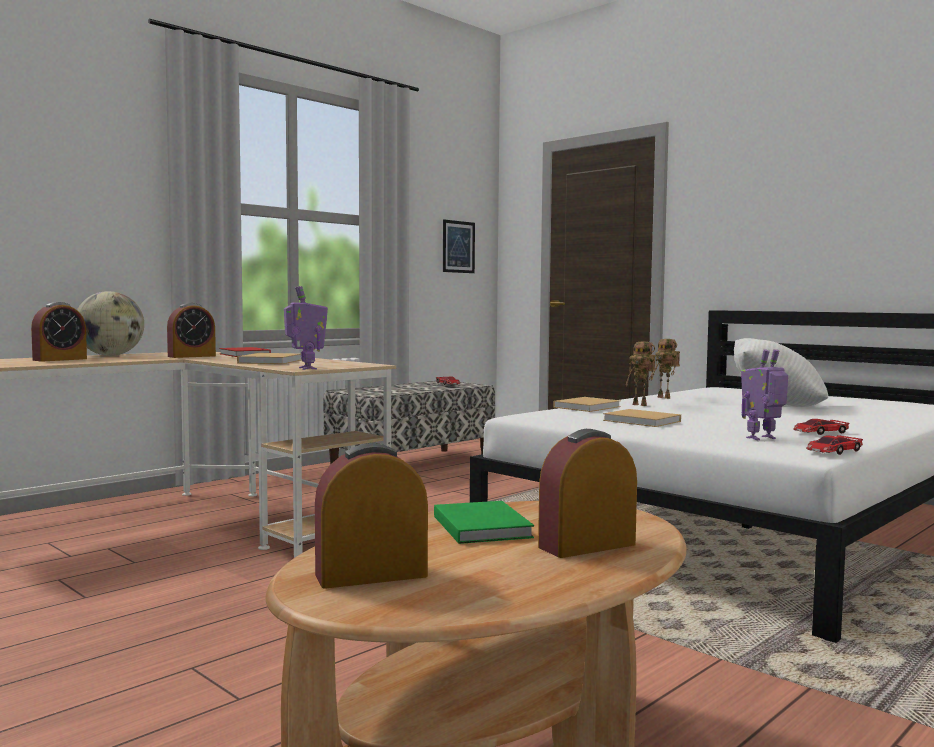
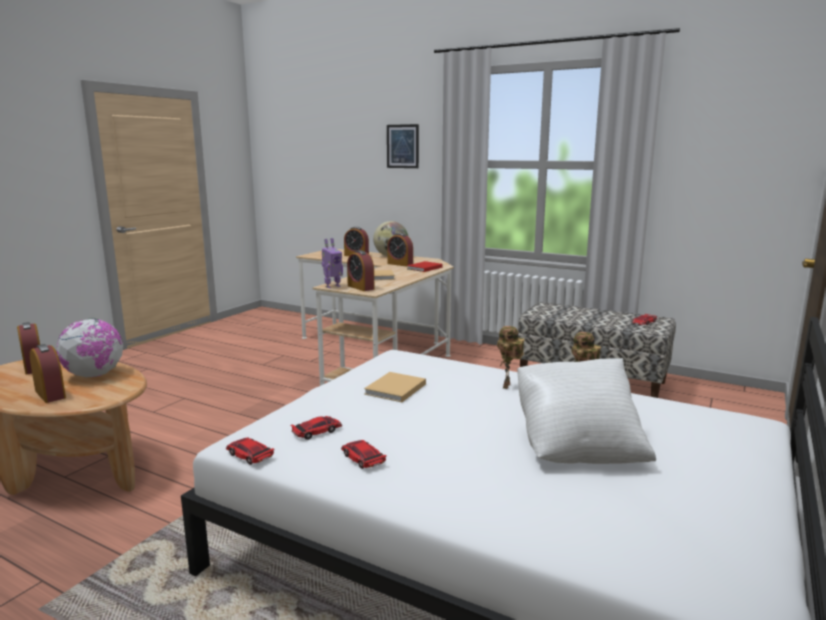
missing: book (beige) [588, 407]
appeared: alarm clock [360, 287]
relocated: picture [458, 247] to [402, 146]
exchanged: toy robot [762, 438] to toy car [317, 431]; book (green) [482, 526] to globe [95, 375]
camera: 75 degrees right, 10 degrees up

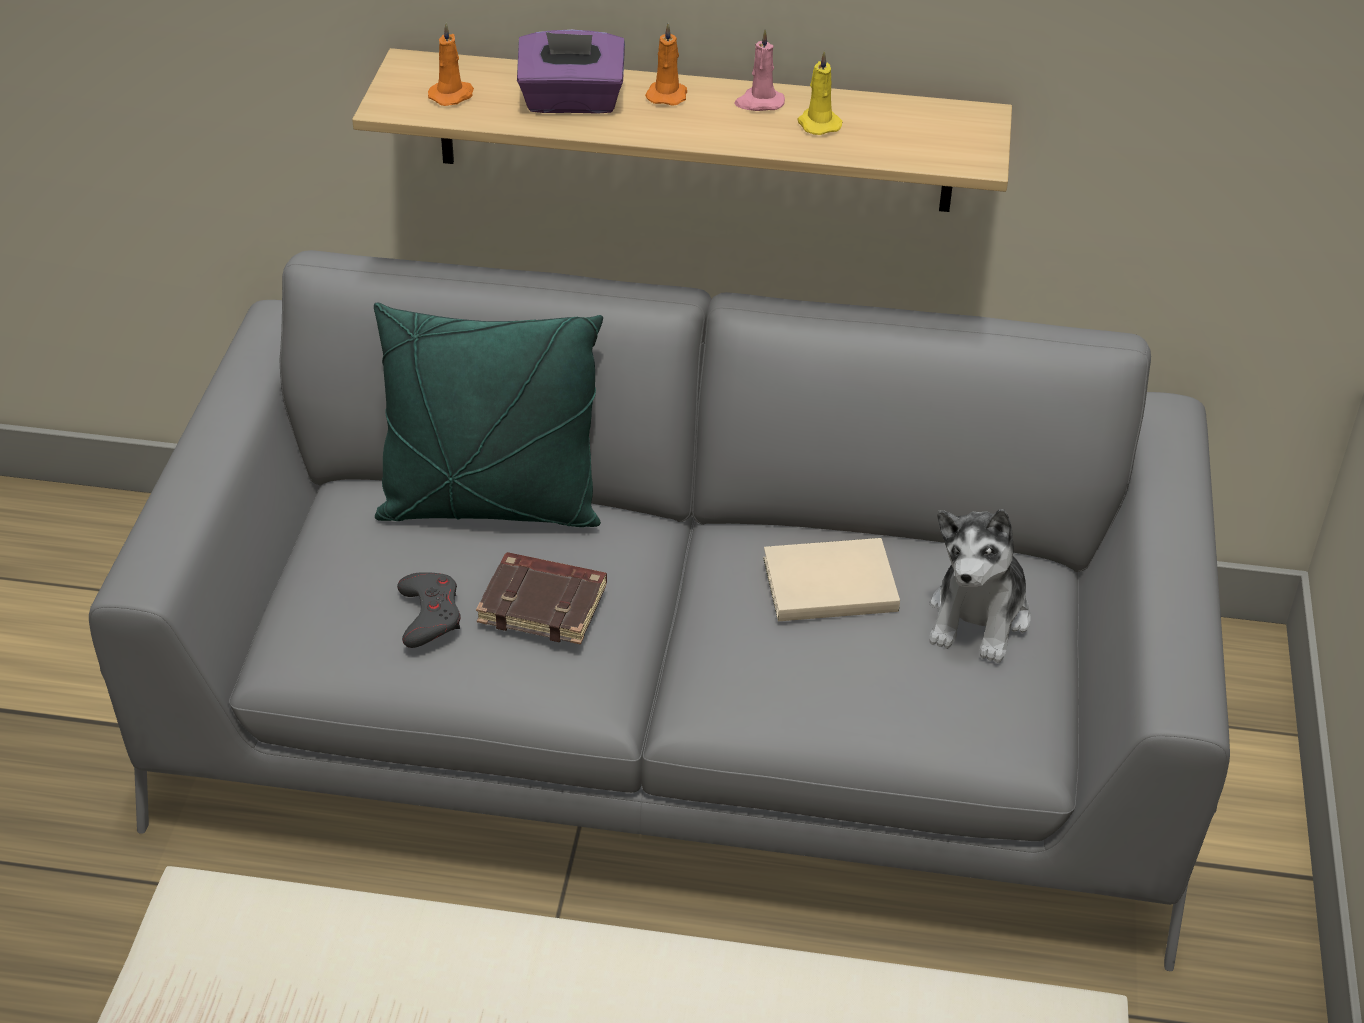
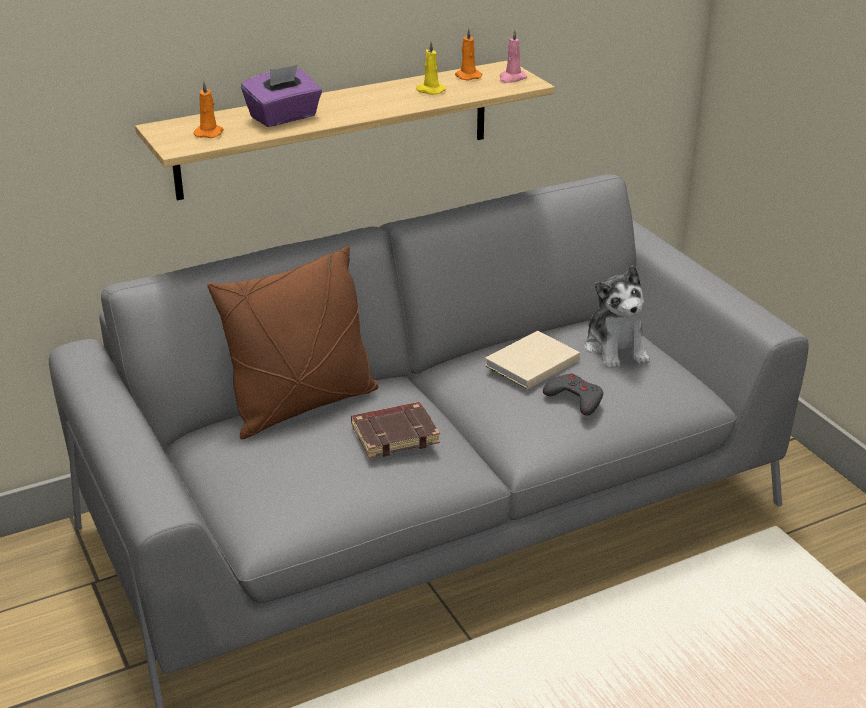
relocated: candle (orange) [667, 95] to [467, 76]; candle (pink) [759, 103] to [512, 78]; game controller (grey) [429, 615] to [575, 398]
colour: pillow (green) [490, 506] to pillow (brown) [302, 406]
camera: 35 degrees left, 10 degrees down

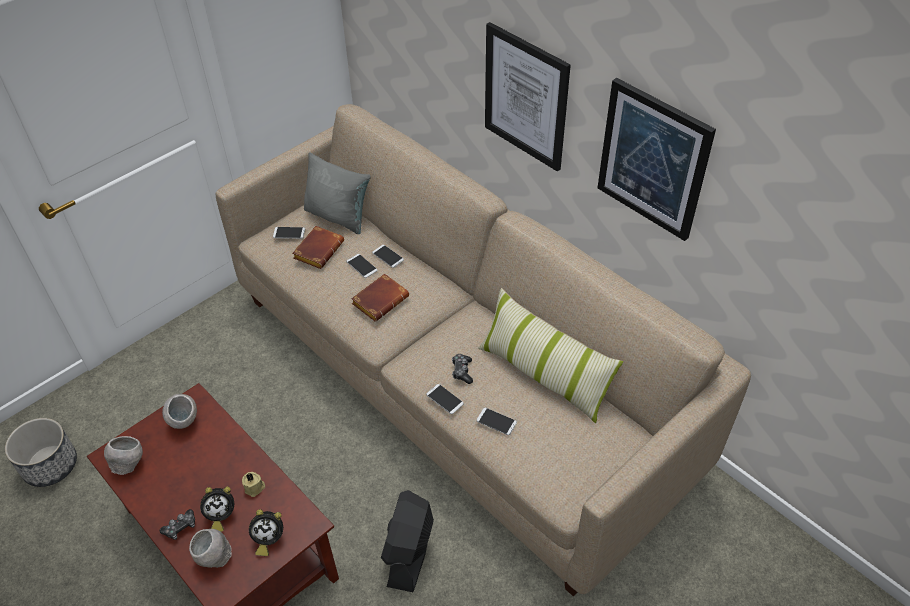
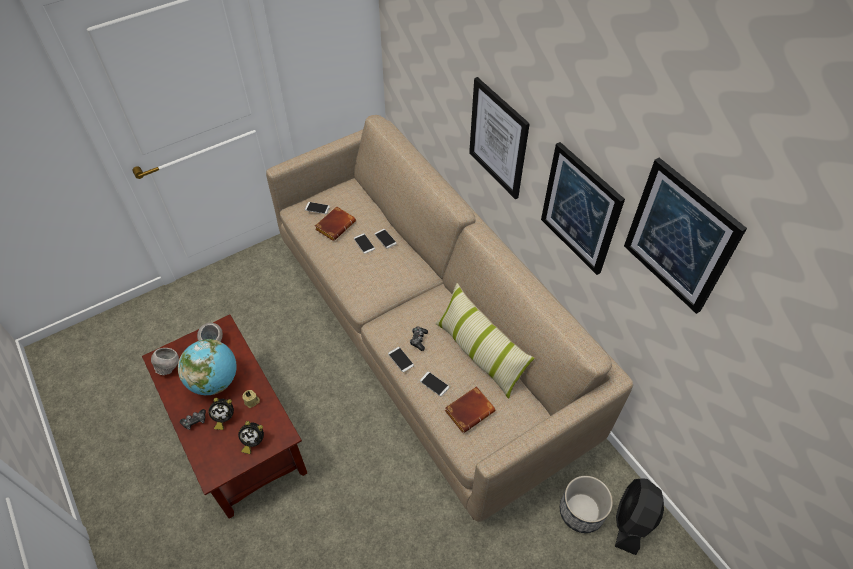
missing: pillow (grey) [338, 216]; bowl (grey) [214, 558]
appeared: picture [680, 236]; globe [215, 381]
relocated: book (brown) [380, 299] to [469, 410]; planter [50, 466] to [581, 512]; fan (black) [410, 552] to [632, 521]
camera: 10 degrees right, 5 degrees up

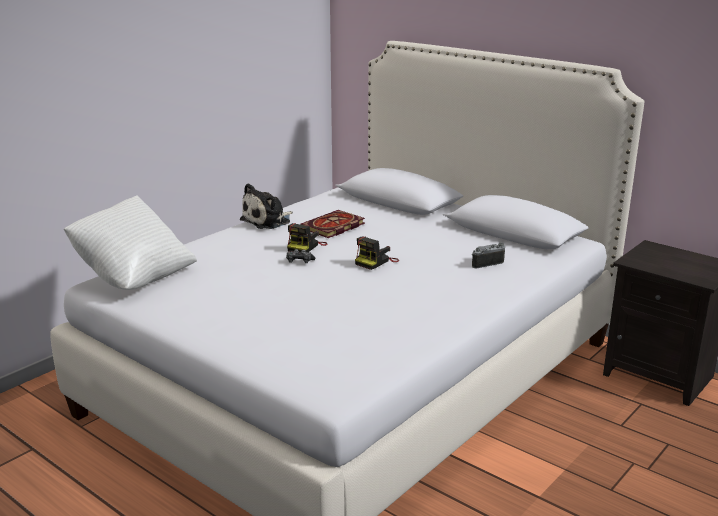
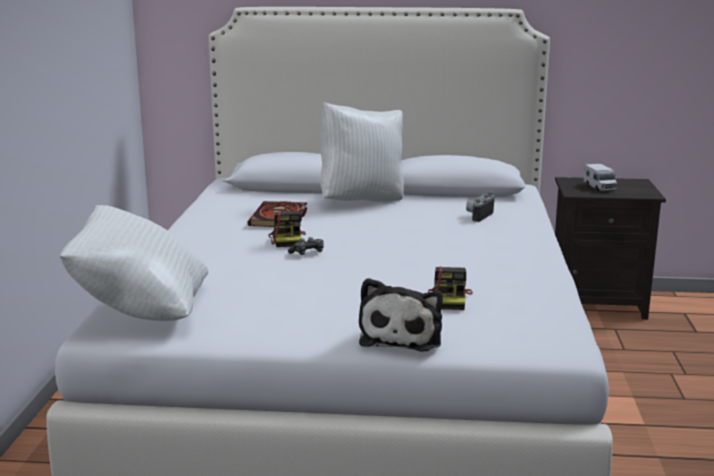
appeared: pillow (white) [362, 201]; toy truck [599, 187]
relocated: plush toy [268, 221] to [402, 336]; photo camera [376, 262] to [449, 300]
camera: 35 degrees left, 5 degrees down

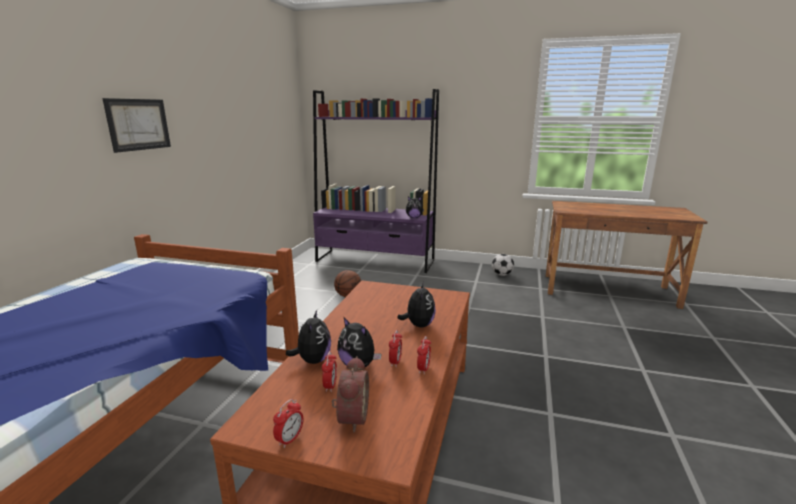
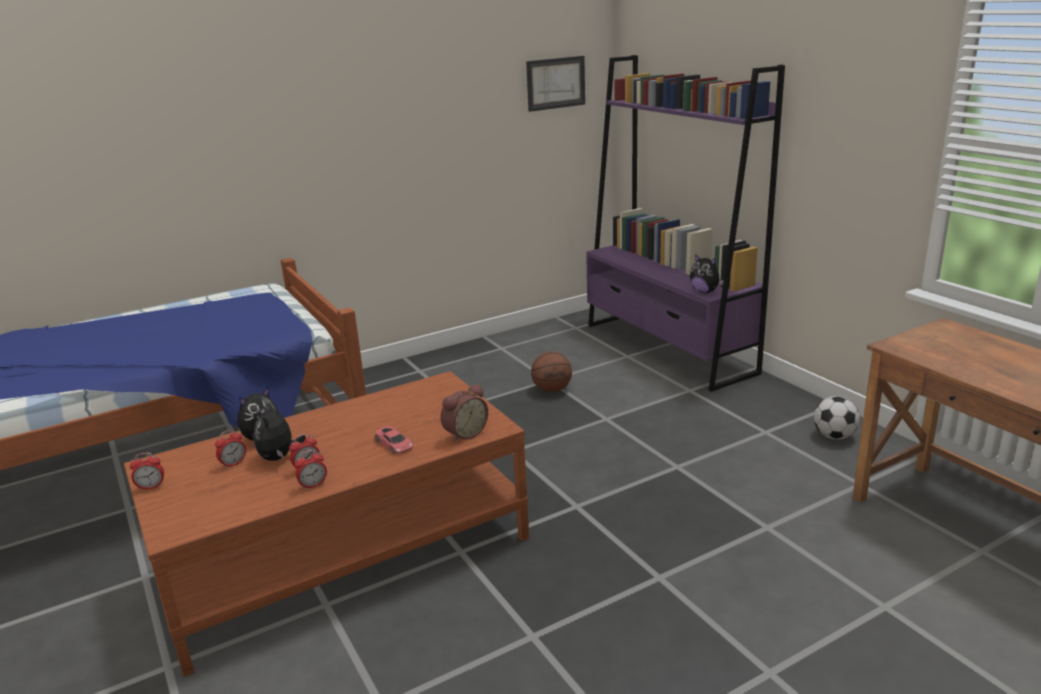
relocated: picture [138, 124] to [555, 83]; alarm clock [351, 417] to [464, 433]
exchanged: plush toy [418, 325] to toy car (red) [394, 444]
camera: 45 degrees right, 5 degrees up

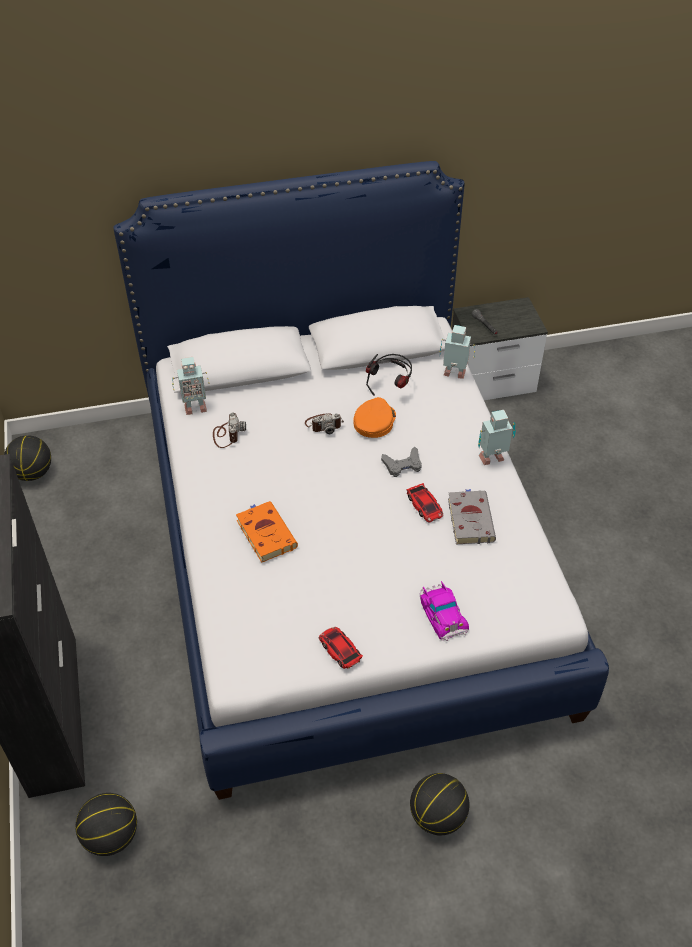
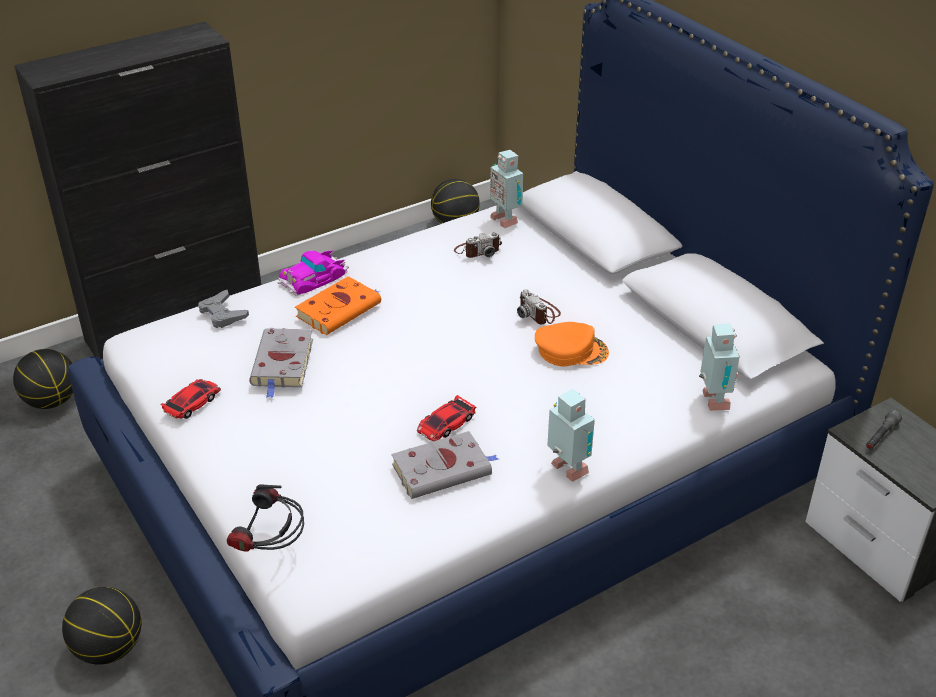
appeared: book (grey) [283, 364]
relocated: headphones [391, 387] to [272, 550]; game controller (grey) [402, 465] to [222, 314]; toy car [442, 613] to [313, 277]
camera: 70 degrees right, 10 degrees down

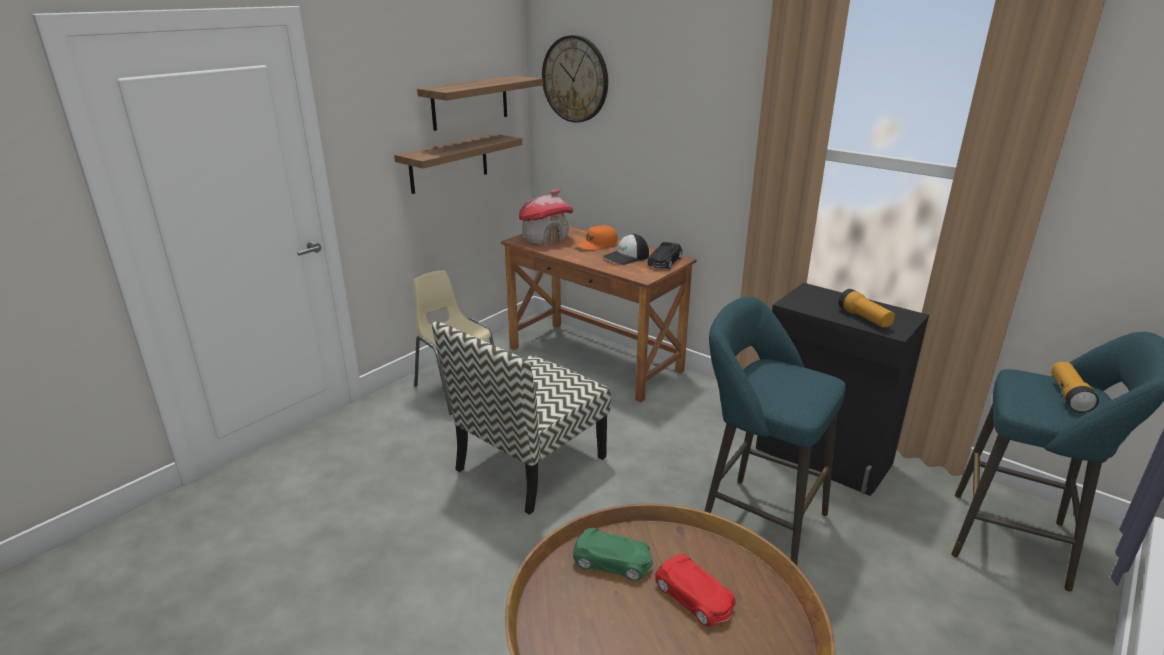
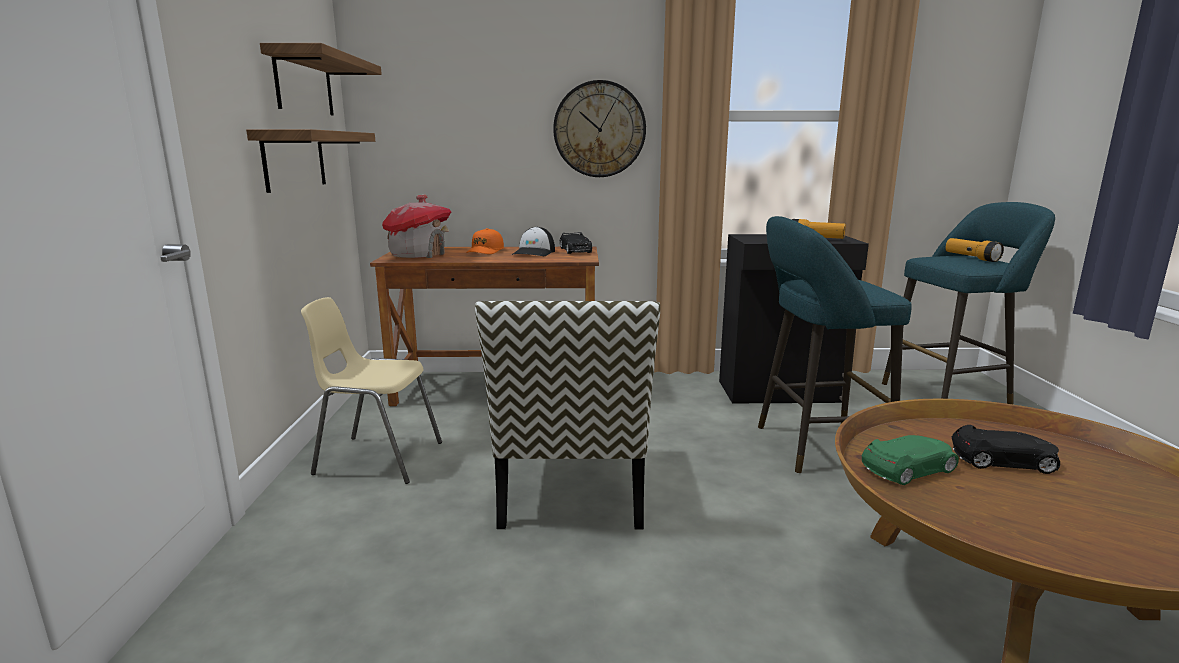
relocated: wall clock [575, 79] to [599, 129]
colour: toy car (red) [694, 597] to toy car (black) [1003, 461]
camera: 40 degrees left, 10 degrees down

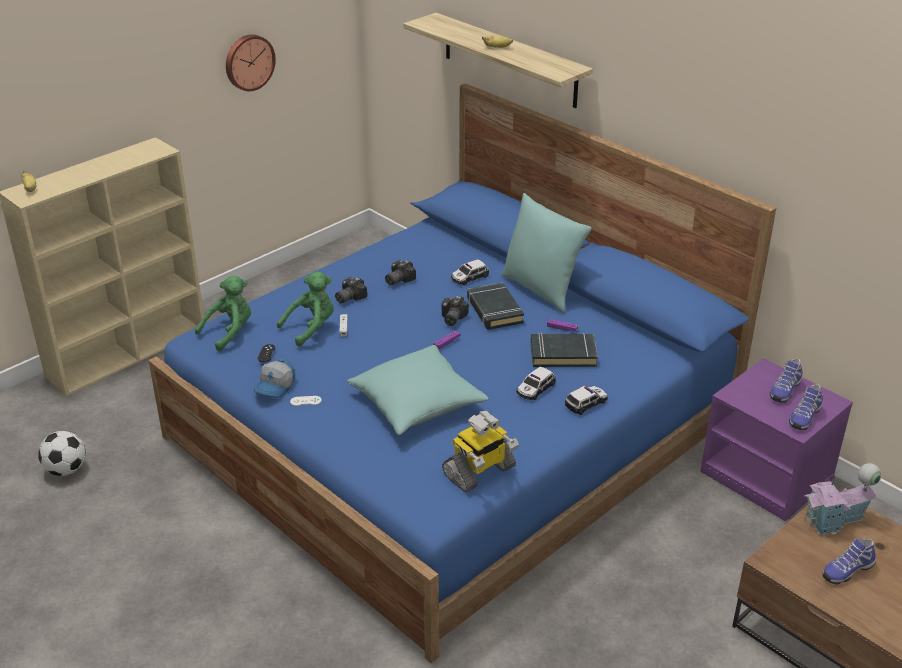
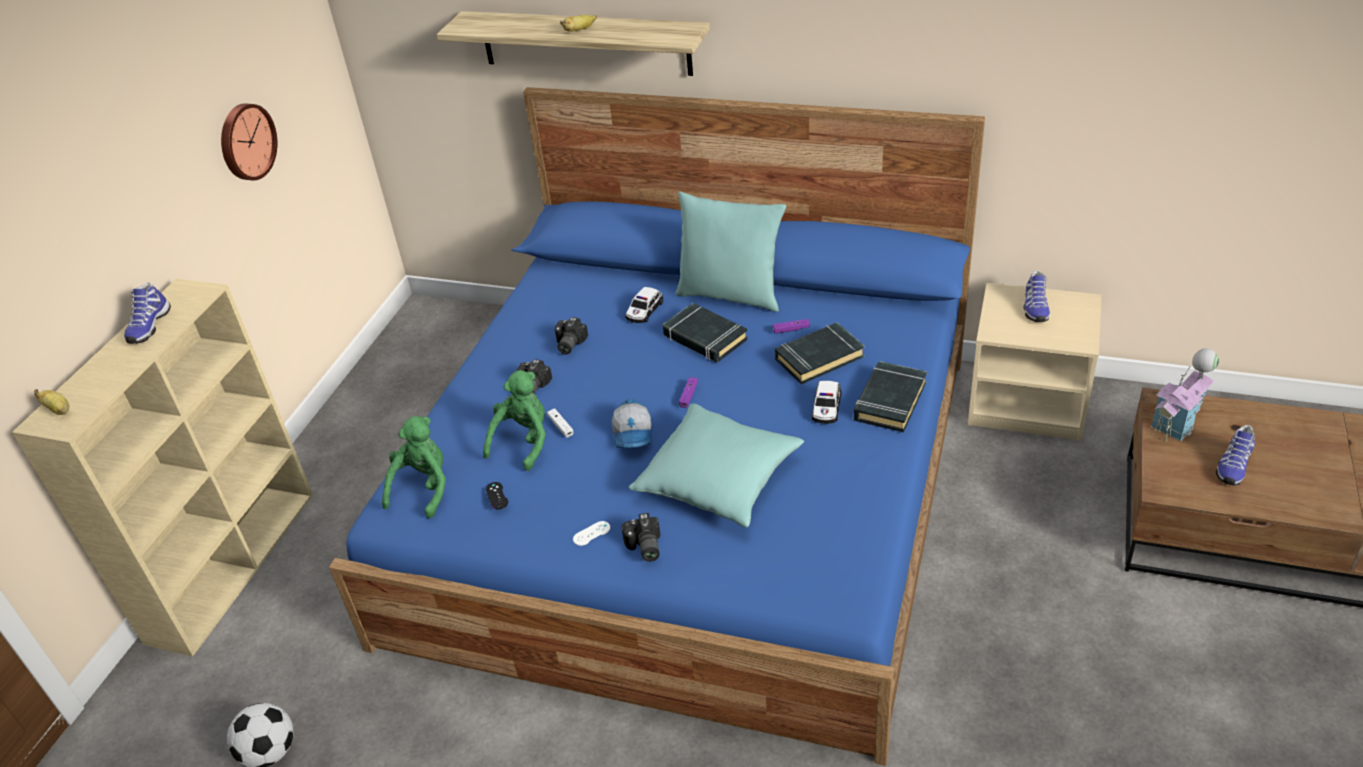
missing: toy robot [479, 472]
relocated: photo camera [451, 318] to [643, 547]; cap [276, 387] to [634, 433]; shoe [804, 417] to [148, 326]
exchanged: toy car [586, 403] to book (black) [889, 401]
colour: nightstand (purple) [767, 476] to nightstand (beige) [1028, 402]
camera: 25 degrees left, 5 degrees up

